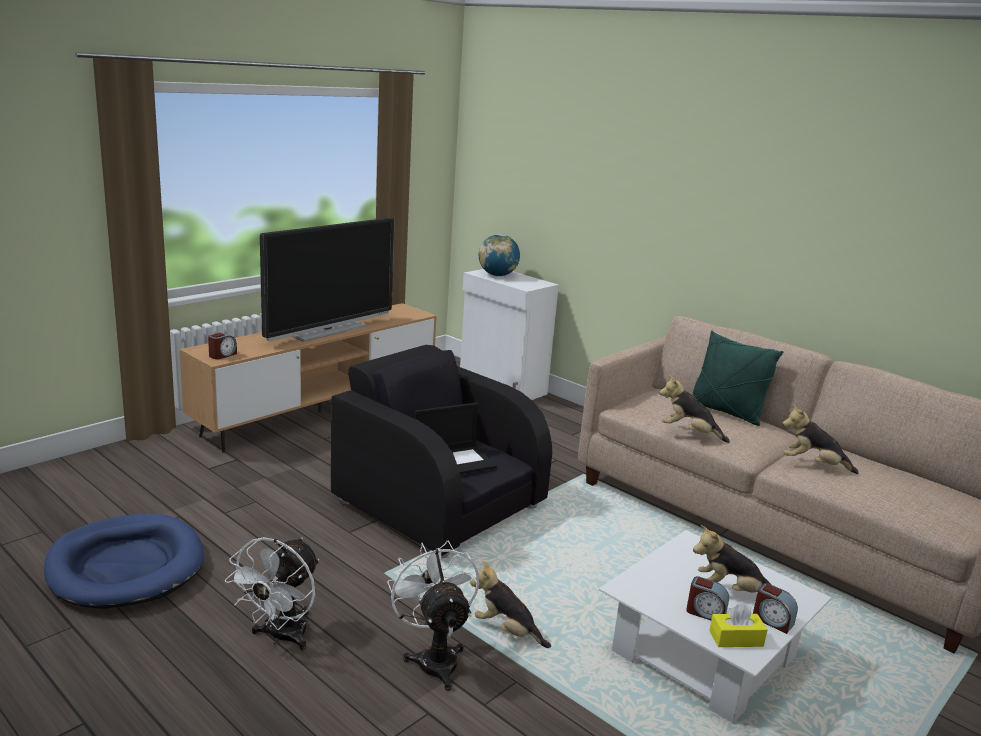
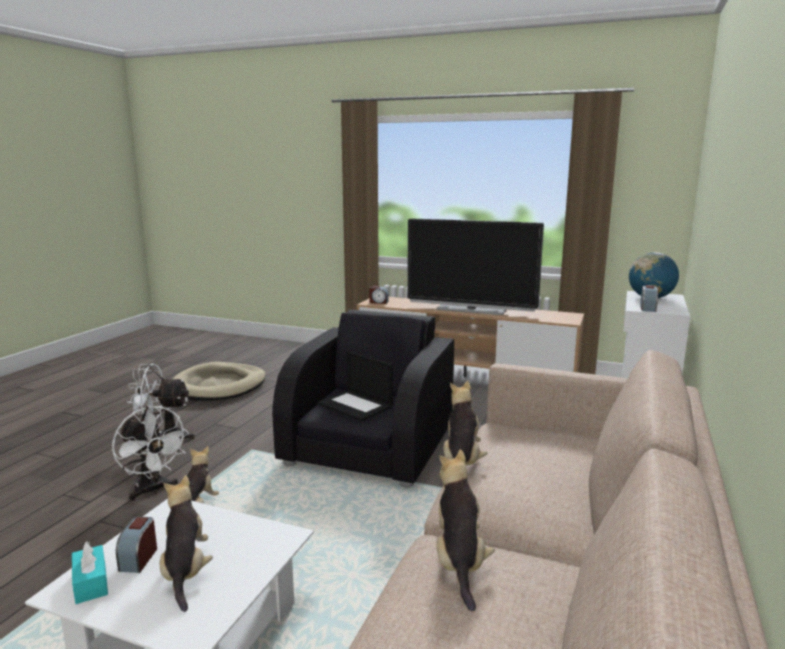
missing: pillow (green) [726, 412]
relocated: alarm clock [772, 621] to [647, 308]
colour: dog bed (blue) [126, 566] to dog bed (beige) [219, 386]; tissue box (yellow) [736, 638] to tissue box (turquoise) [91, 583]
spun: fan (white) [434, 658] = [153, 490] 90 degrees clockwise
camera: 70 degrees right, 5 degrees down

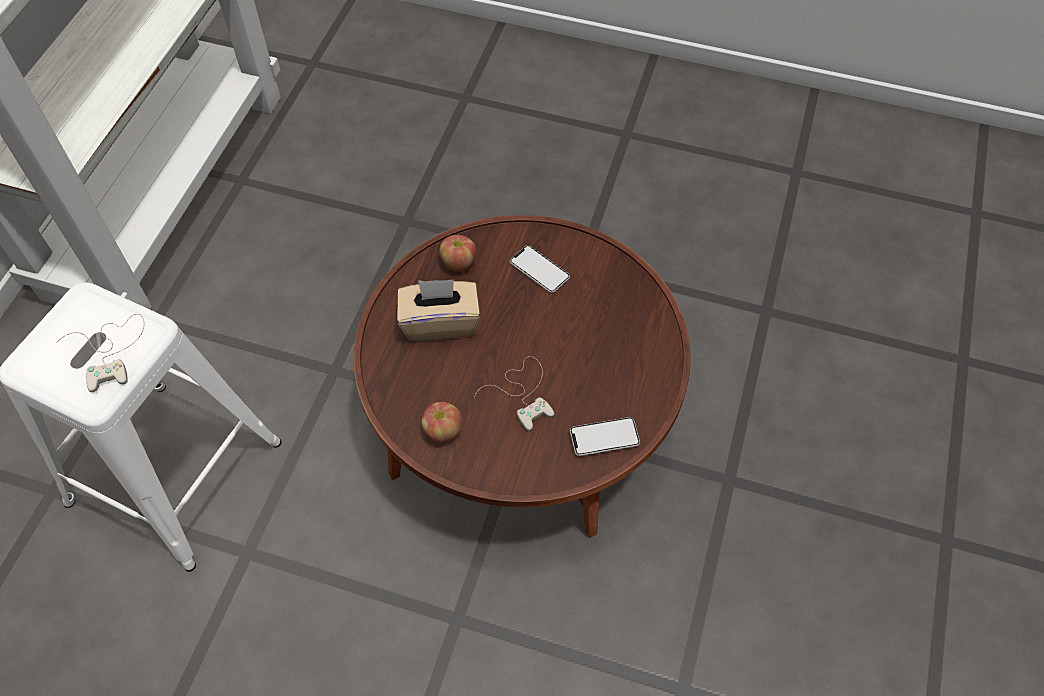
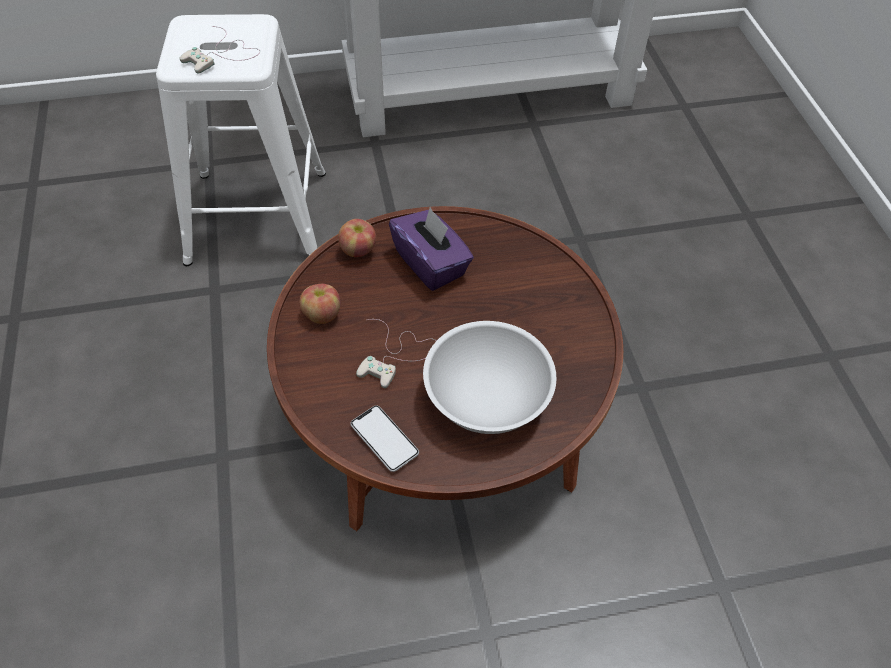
missing: phone [539, 270]
appeared: bowl (white) [487, 399]
relocated: apple [458, 263] to [358, 250]
colour: tissue box (beige) [440, 322] to tissue box (purple) [431, 264]
camera: 60 degrees right, 5 degrees down

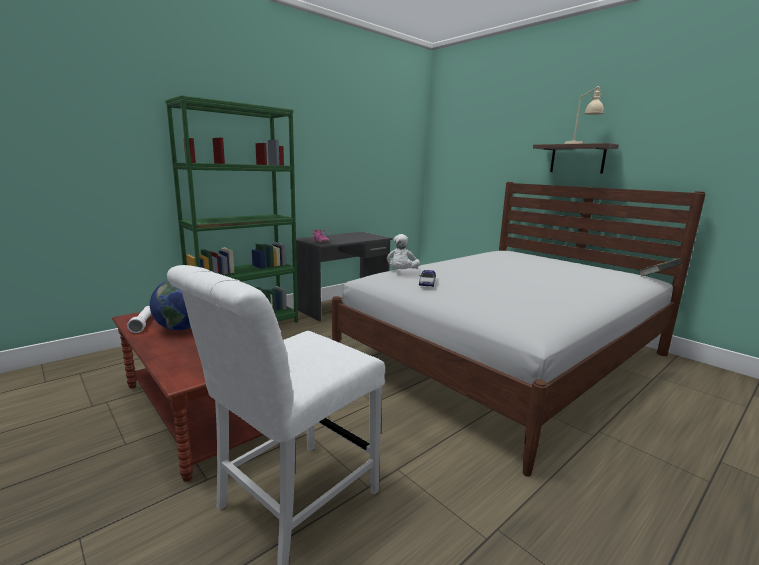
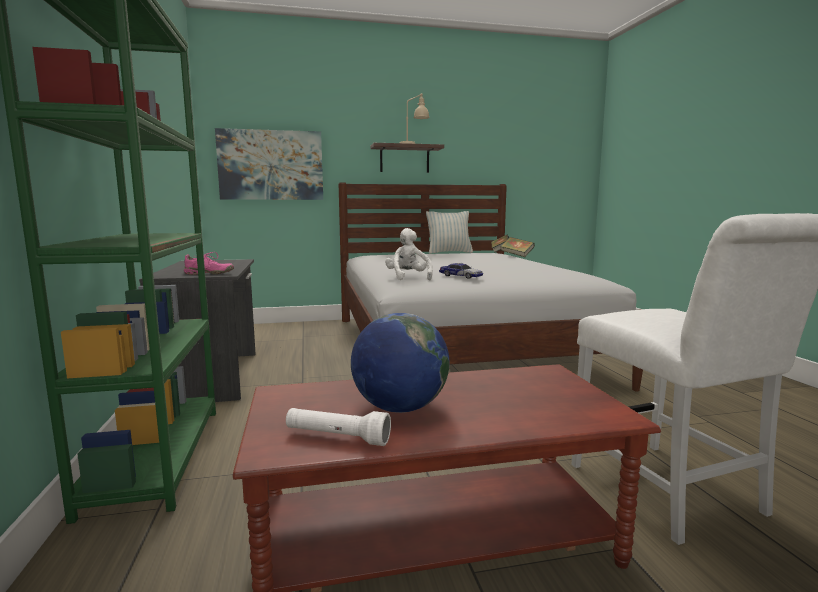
appeared: picture [271, 165]; pillow [449, 252]; book [517, 256]
spun: plush toy (white) [402, 273] = [408, 278] 150 degrees counterclockwise
camera: 60 degrees left, 5 degrees down

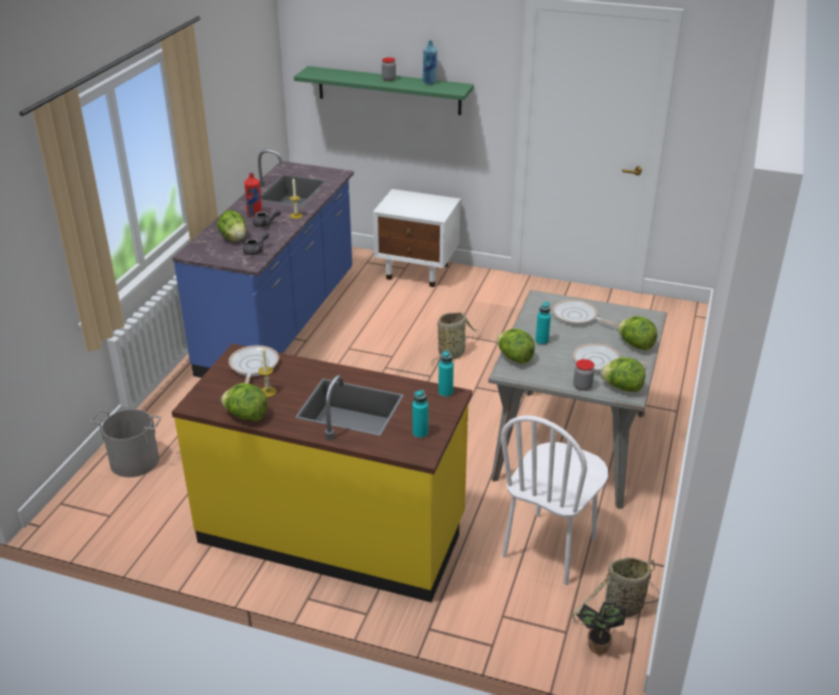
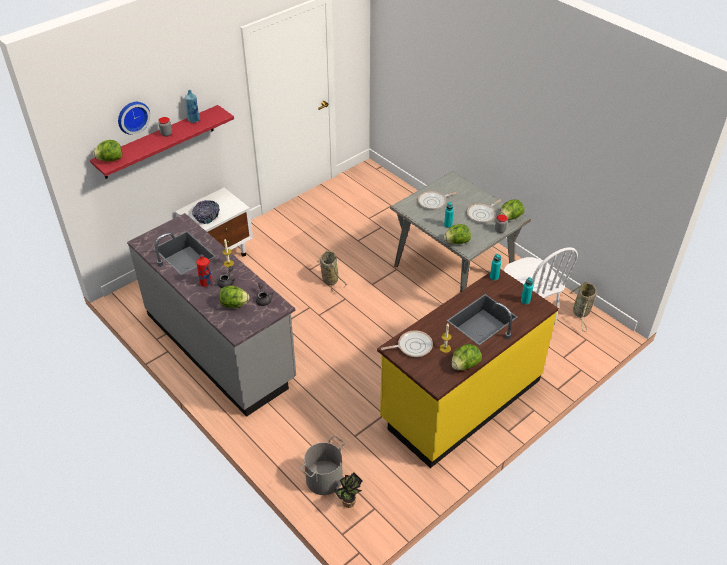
appeared: wall clock [132, 116]; bowl [206, 217]
relocated: lettuce [635, 345] to [110, 160]; potted plant [596, 648] to [349, 504]
colour: shelf (green) [389, 90] to shelf (red) [158, 142]; counter (blue) [281, 323] to counter (grey) [220, 347]
spun: frying pan [253, 366] = [412, 346] 135 degrees clockwise
camera: 60 degrees left, 10 degrees up

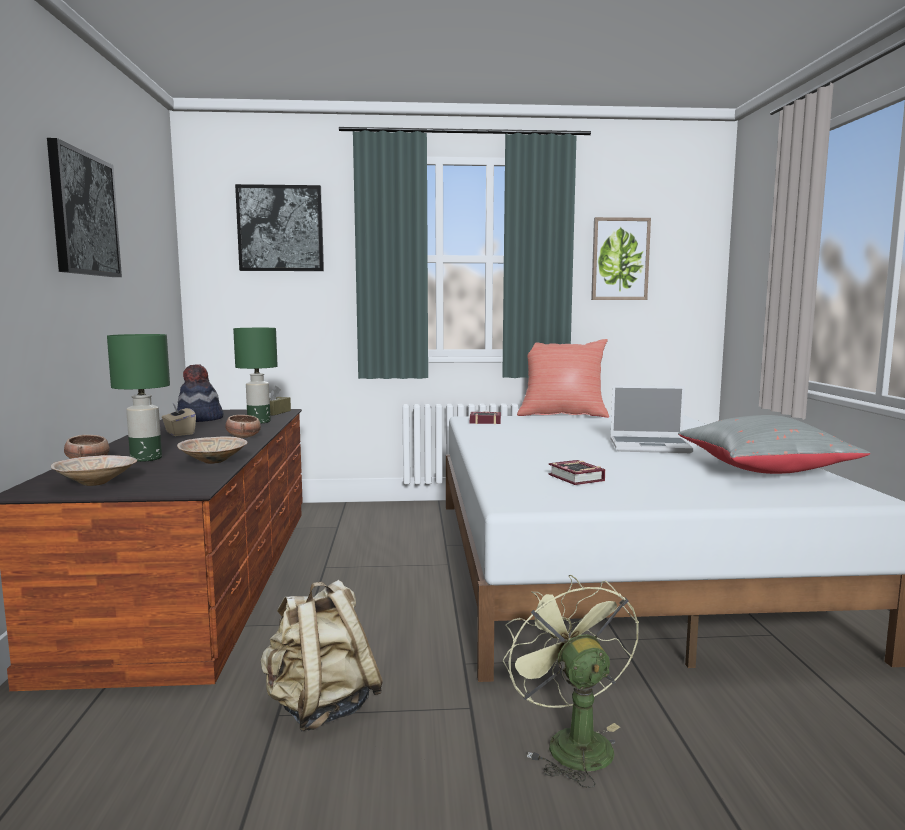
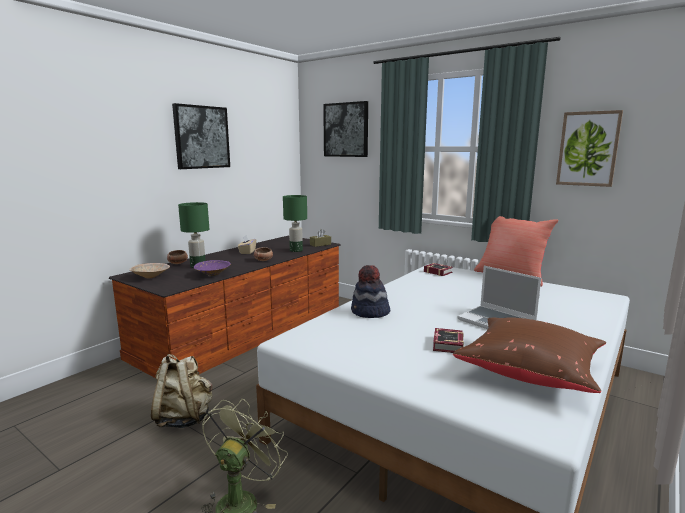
relocated: hat [200, 419] to [370, 312]; book [576, 478] to [446, 345]
colour: pillow (grey) [763, 469] to pillow (brown) [530, 371]; bowl (beige) [213, 462] to bowl (purple) [212, 275]
camera: 40 degrees right, 5 degrees up

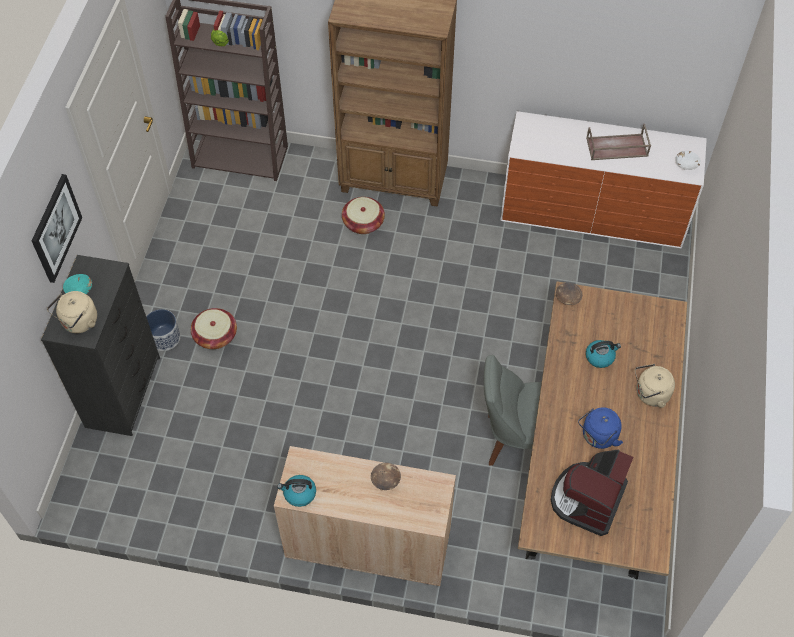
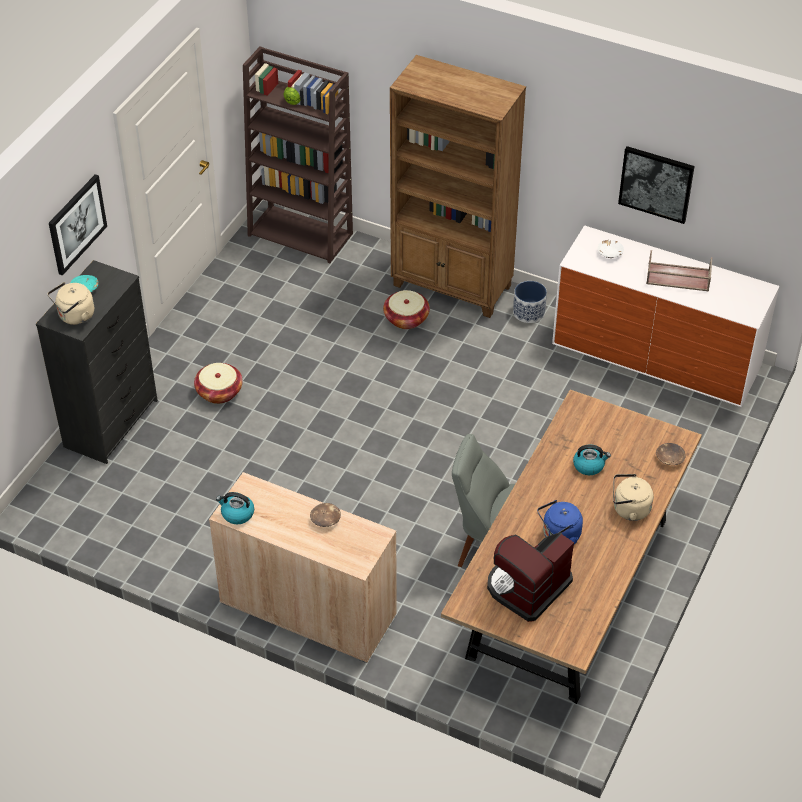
appeared: picture [656, 183]
relocated: bowl (white) [686, 164] to [610, 253]; bowl (brown) [567, 297] to [669, 458]; planter [164, 338] to [528, 312]
camera: 15 degrees right, 10 degrees down

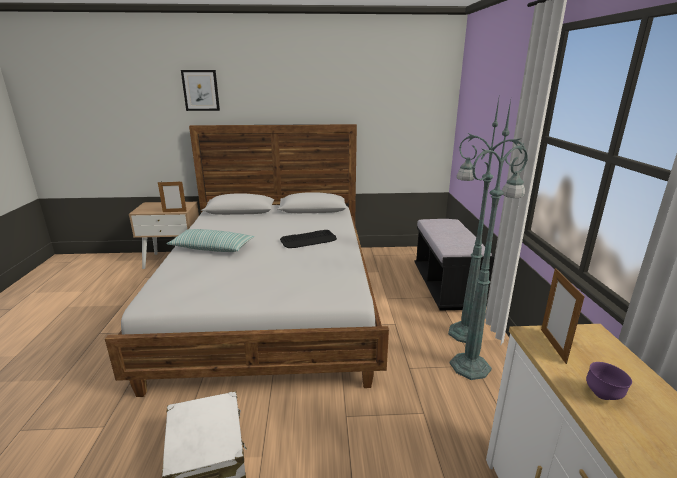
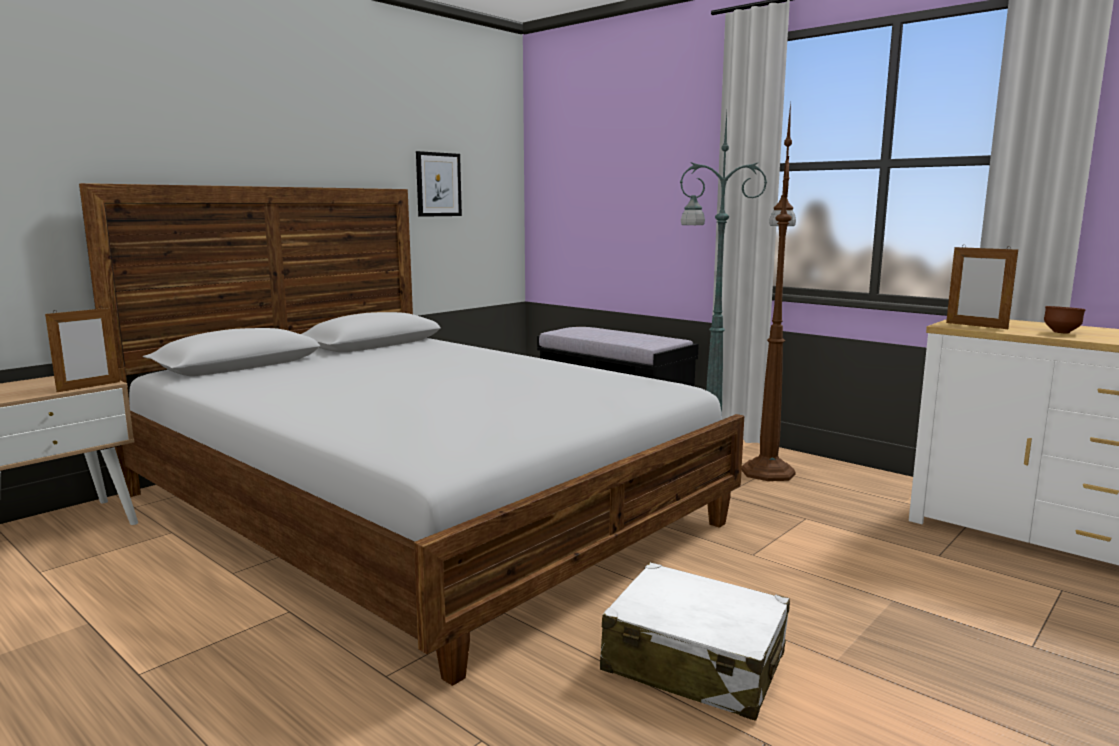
missing: pillow [212, 248]; keyboard [309, 240]
relocated: picture [200, 90] to [438, 184]
colour: floor lamp (green) [472, 366] to floor lamp (brown) [768, 471]; bowl (purple) [603, 395] to bowl (brown) [1061, 333]
camera: 45 degrees left, 10 degrees down

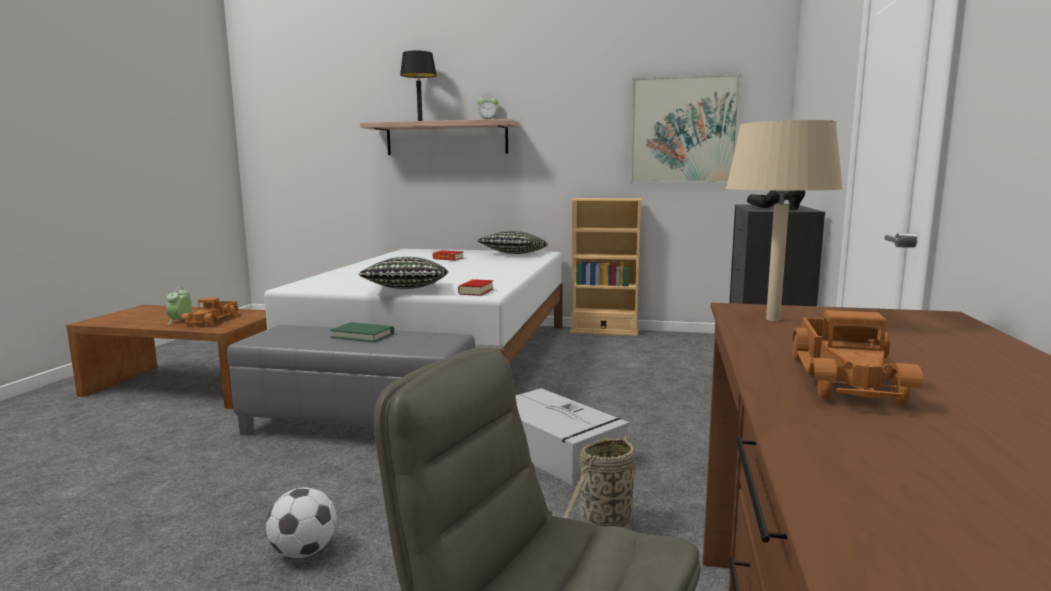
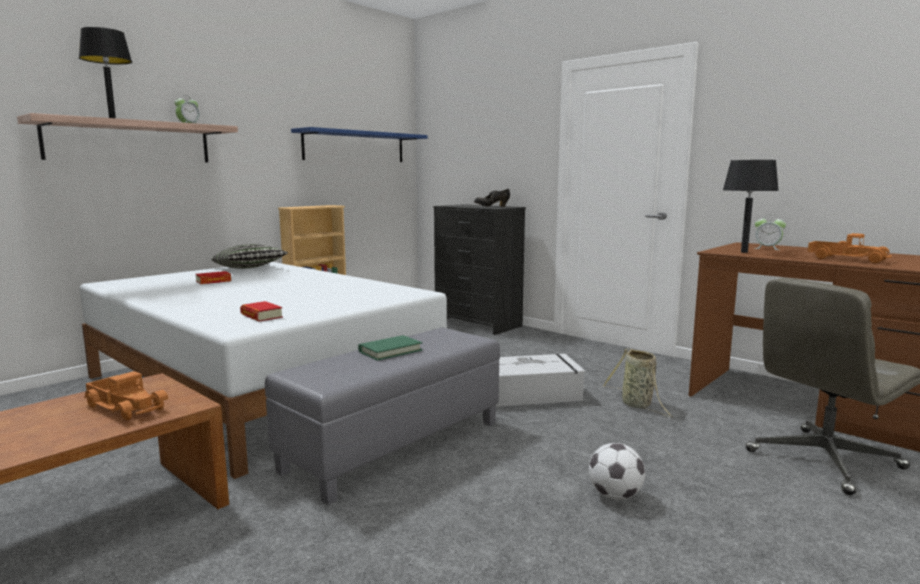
missing: pillow [406, 289]
relocated: book [476, 291] to [261, 316]; alarm clock [180, 321] to [767, 248]
exchanged: picture [683, 130] to shelf (blue) [355, 147]
colour: table lamp (beige) [773, 319] to table lamp (black) [744, 252]
camera: 60 degrees left, 0 degrees up

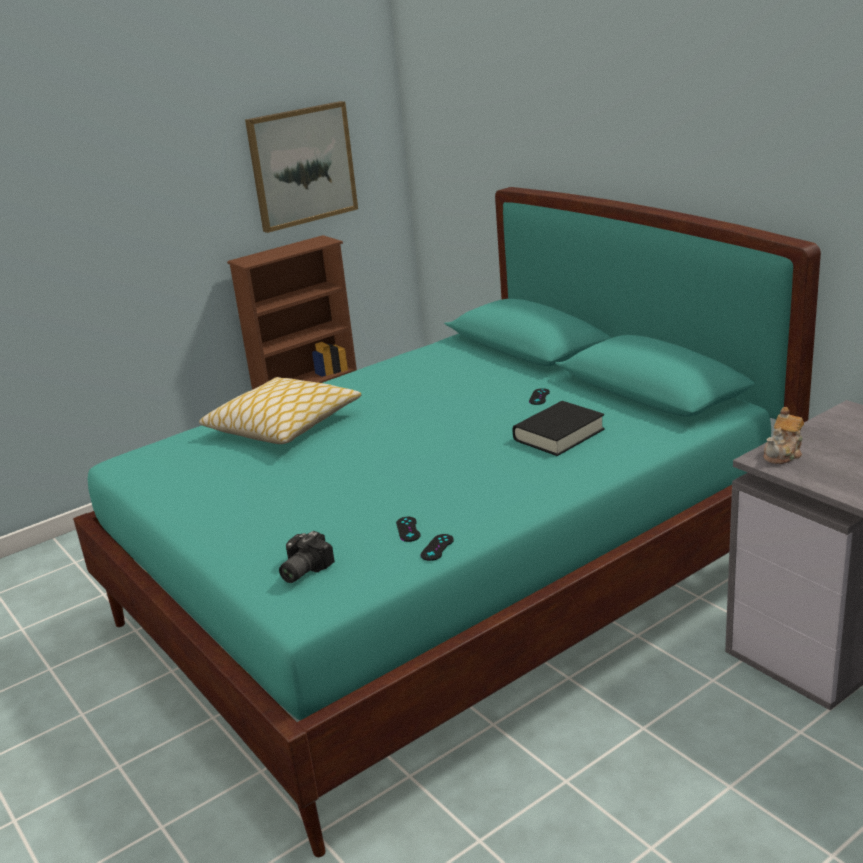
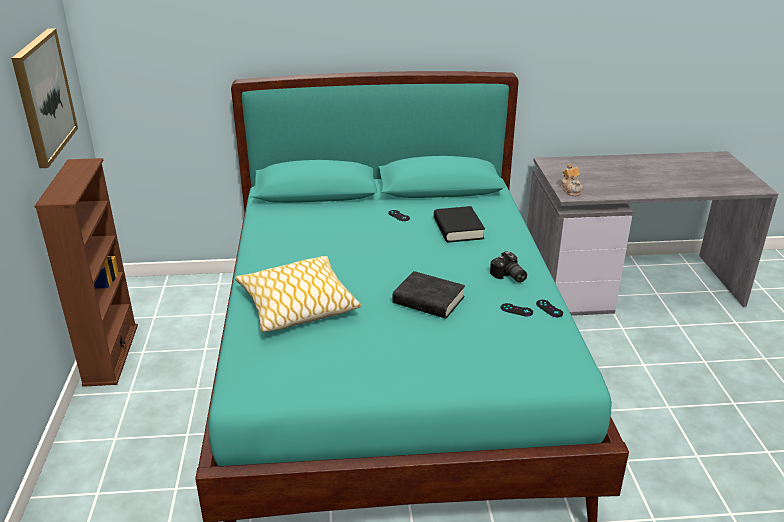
appeared: book (black) [428, 300]
relocated: photo camera [301, 570] to [508, 277]
camera: 60 degrees left, 5 degrees up

